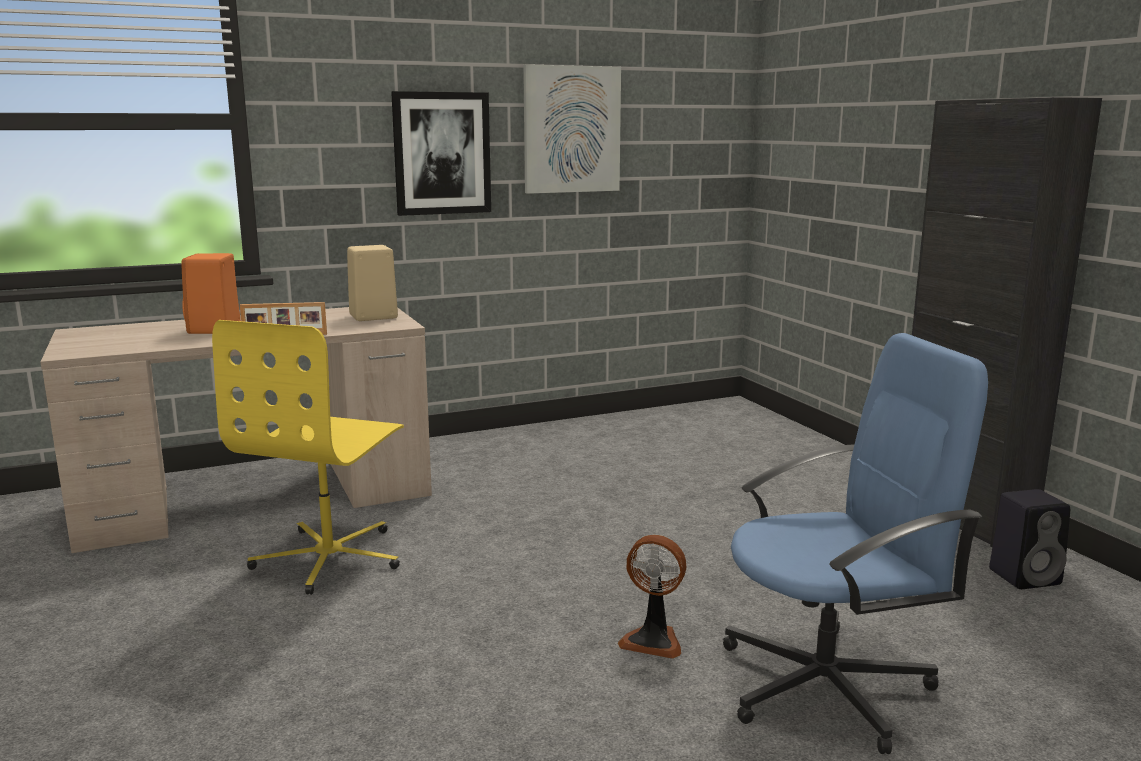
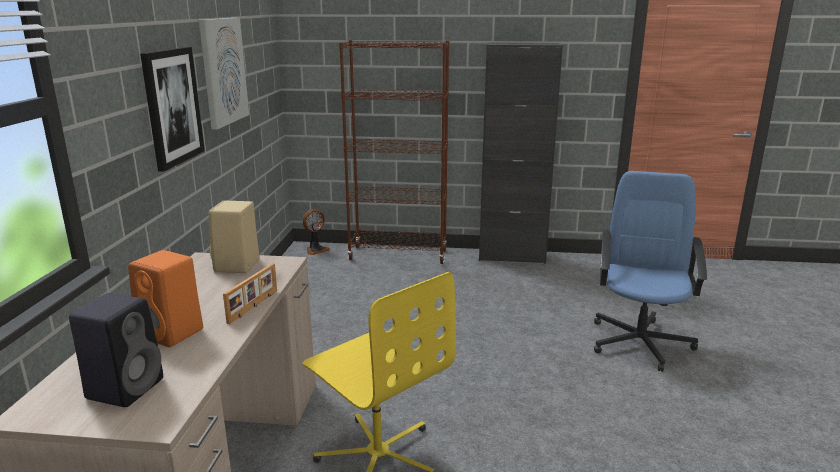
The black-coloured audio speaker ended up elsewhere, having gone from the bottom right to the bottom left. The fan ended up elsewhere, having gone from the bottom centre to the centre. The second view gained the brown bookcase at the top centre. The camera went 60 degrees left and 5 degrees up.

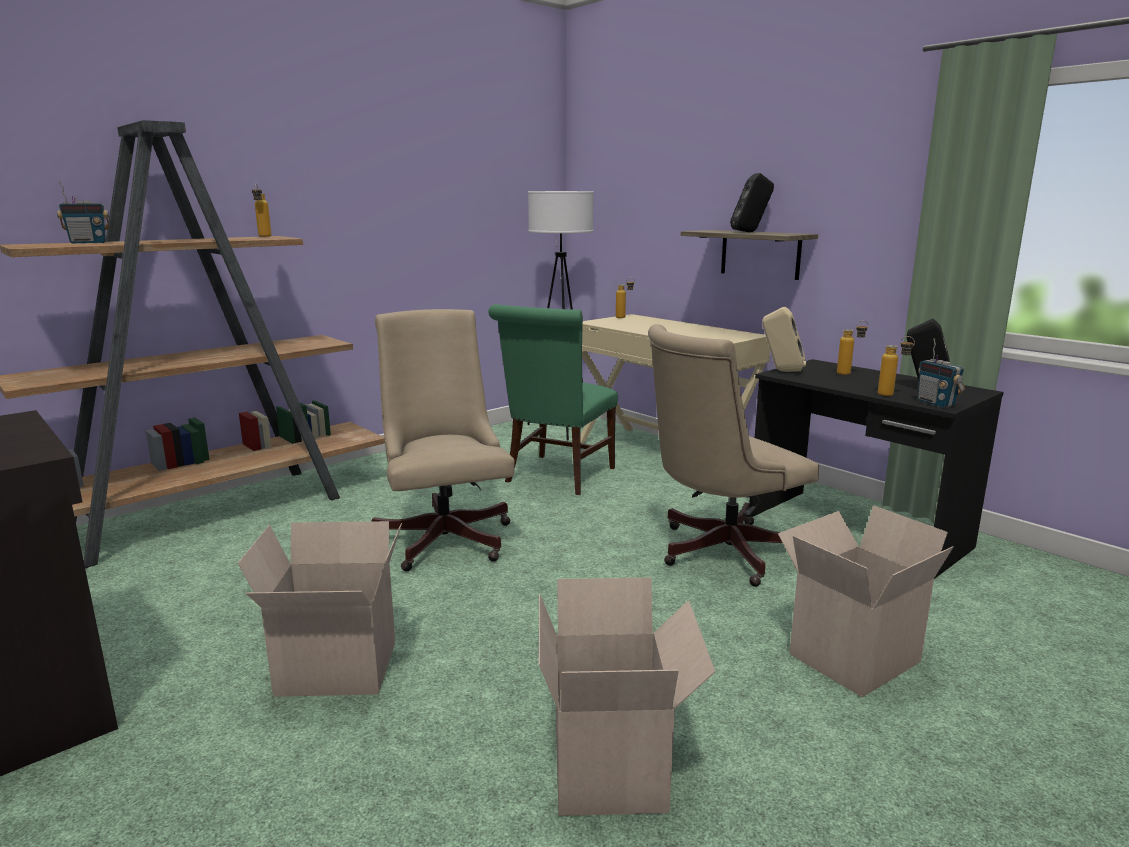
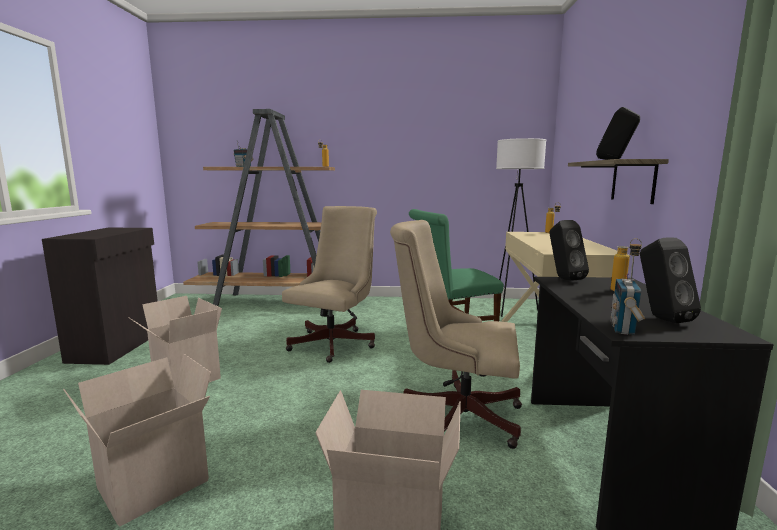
What was the beige-coloured audio speaker at the middle right turned into the black-coloured audio speaker (1st from left) at the middle right. The second view lost the beverage bottle (4th from left) at the middle right. The camera went 45 degrees right and 5 degrees down.

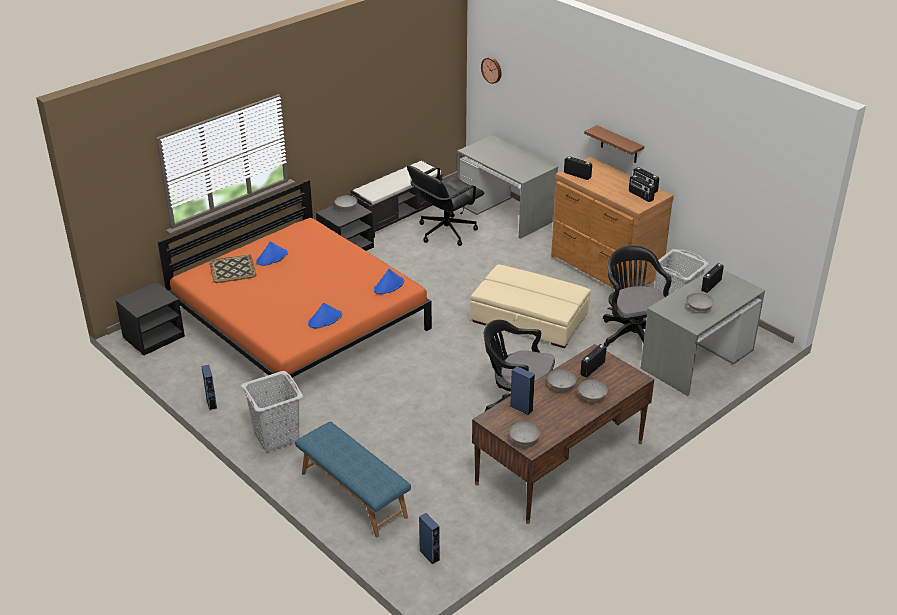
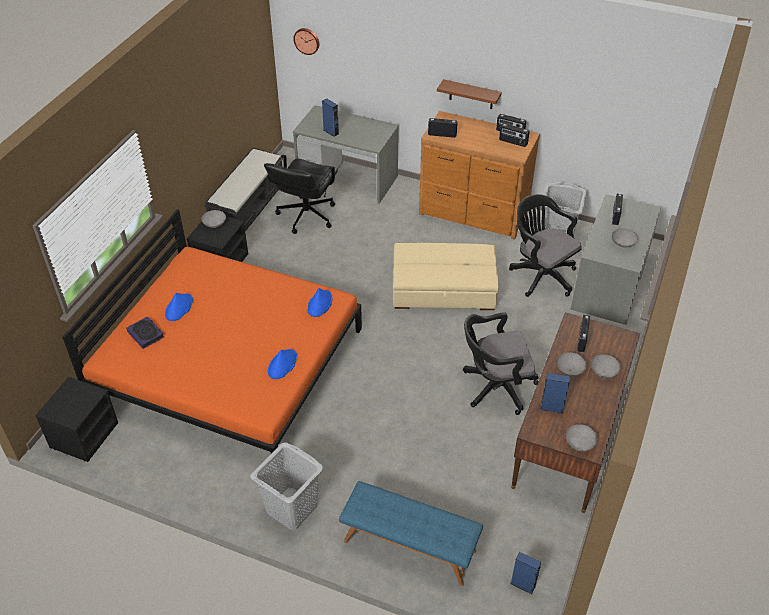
Where the tray stood at the middle left, the bound book came to stand at the middle left. The bluish audio speaker (1st from left) ended up elsewhere, having gone from the middle left to the top centre. The camera went 25 degrees left and 10 degrees up.

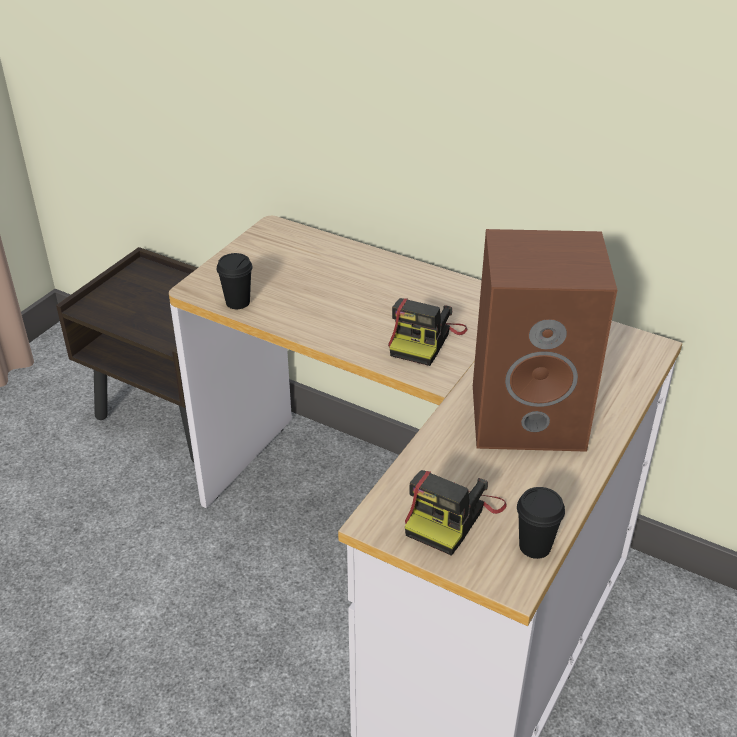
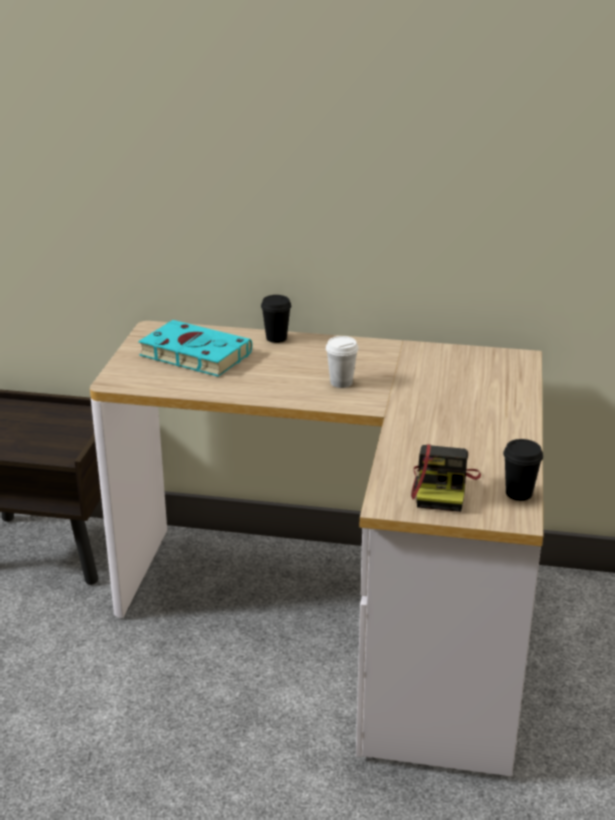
The second view lost the brown audio speaker at the middle right. The black-coloured cup (1st from left) ended up elsewhere, having gone from the middle left to the centre. Where the photo camera (1st from left) stood at the centre, the white cup came to stand at the centre. The second view gained the turquoise bound book at the middle left. The camera went 20 degrees left and 10 degrees down.

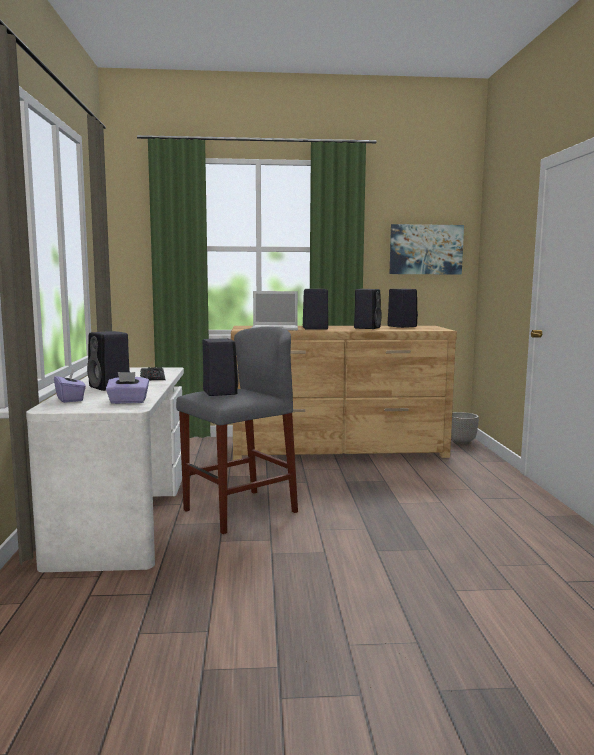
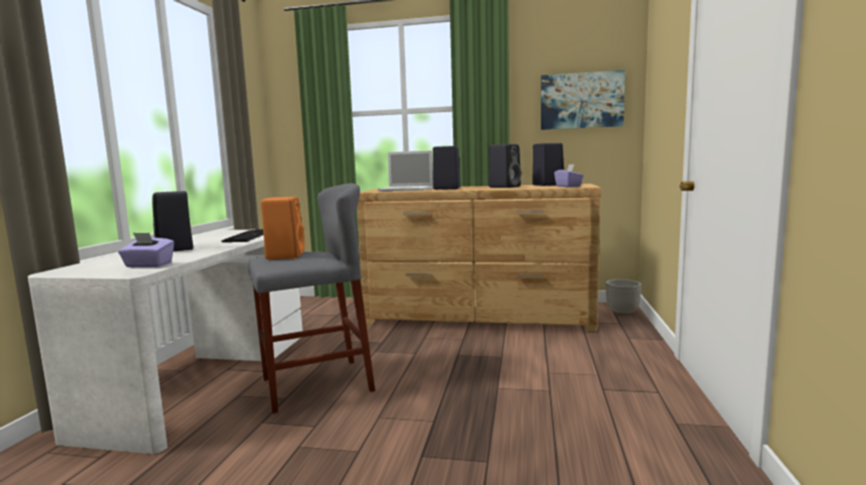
What was the black-coloured audio speaker (2nd from left) at the centre turned into the orangey audio speaker at the middle left. The purple box of tissues (1st from left in the first image) ended up elsewhere, having gone from the middle left to the centre. The camera went 15 degrees right and 0 degrees up.

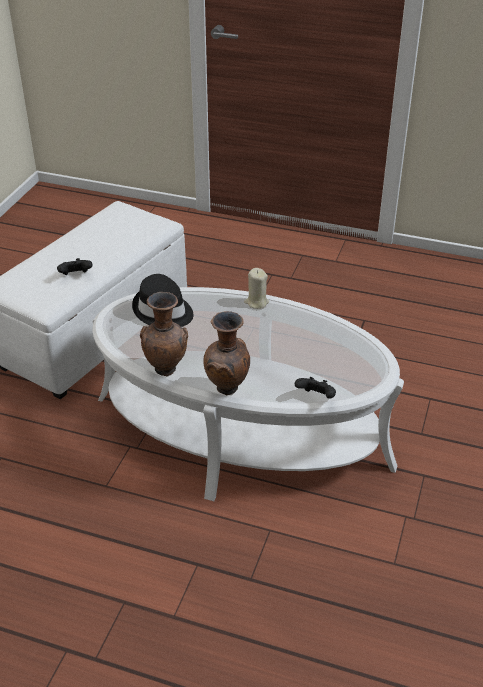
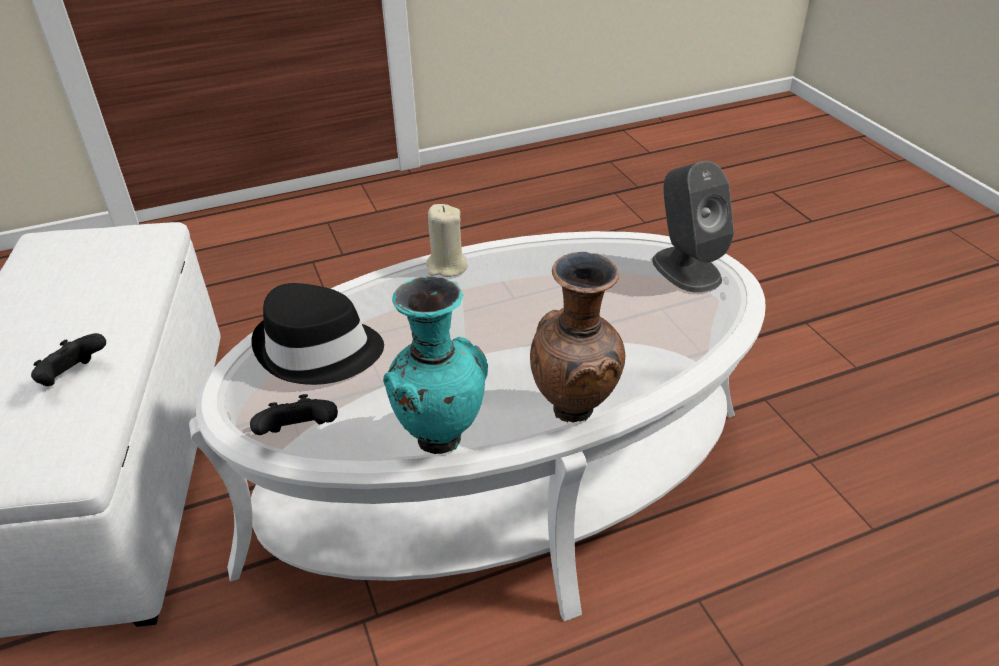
What was the brown decorative vase (1st from left) at the centre turned into the turquoise decorative vase at the centre. The black-coloured game controller (2nd from left) ended up elsewhere, having gone from the centre to the middle left. The second view gained the grey audio speaker at the middle right. The camera went 40 degrees left and 0 degrees up.

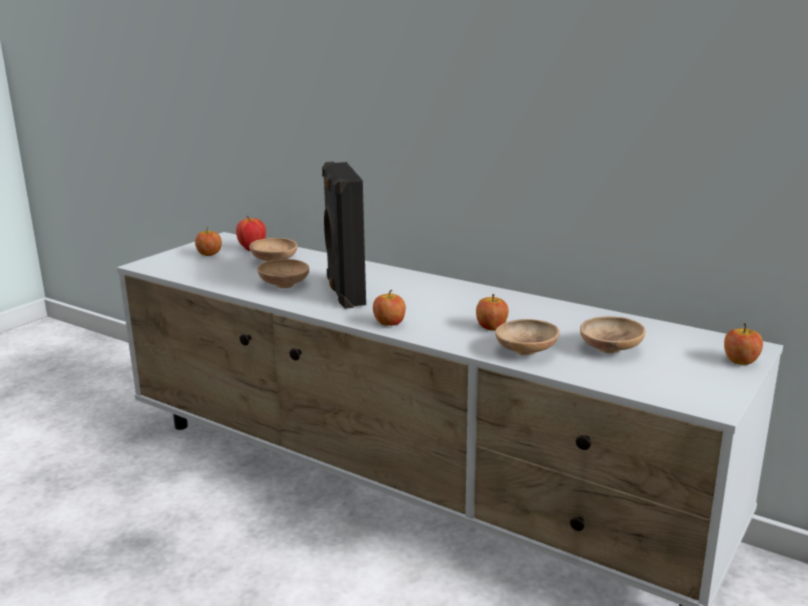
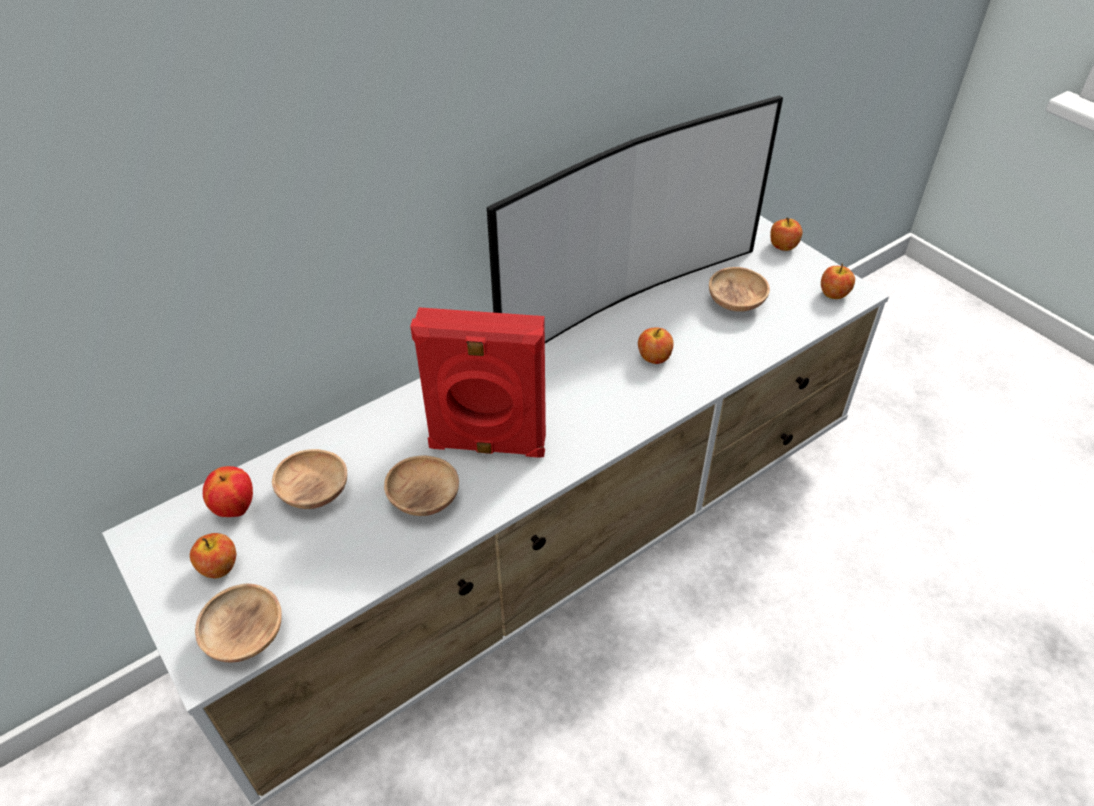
What was the black-coloured audio speaker at the centre turned into the reddish audio speaker at the centre. The apple (3rd from left in the first image) ended up elsewhere, having gone from the centre to the middle right. The brown serving bowl (3rd from left in the first image) ended up elsewhere, having gone from the centre to the bottom left. The second view gained the TV set at the top centre. The camera went 70 degrees left and 25 degrees up.

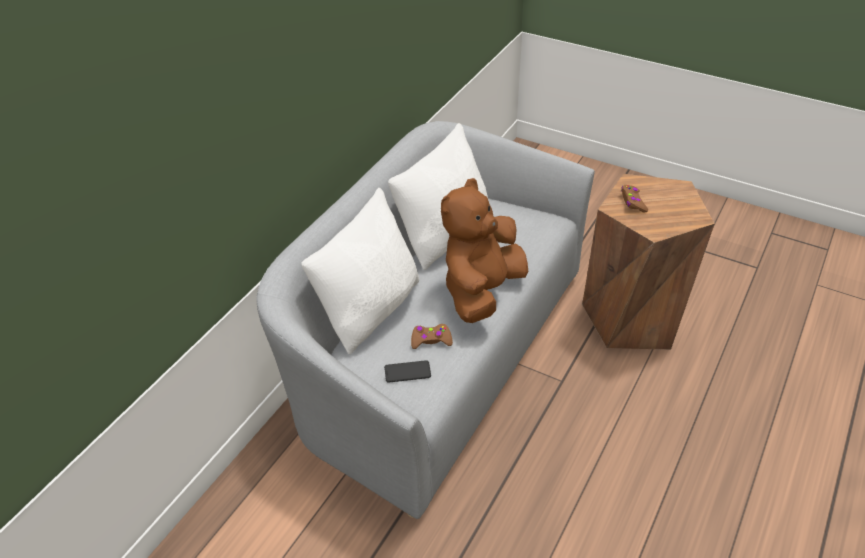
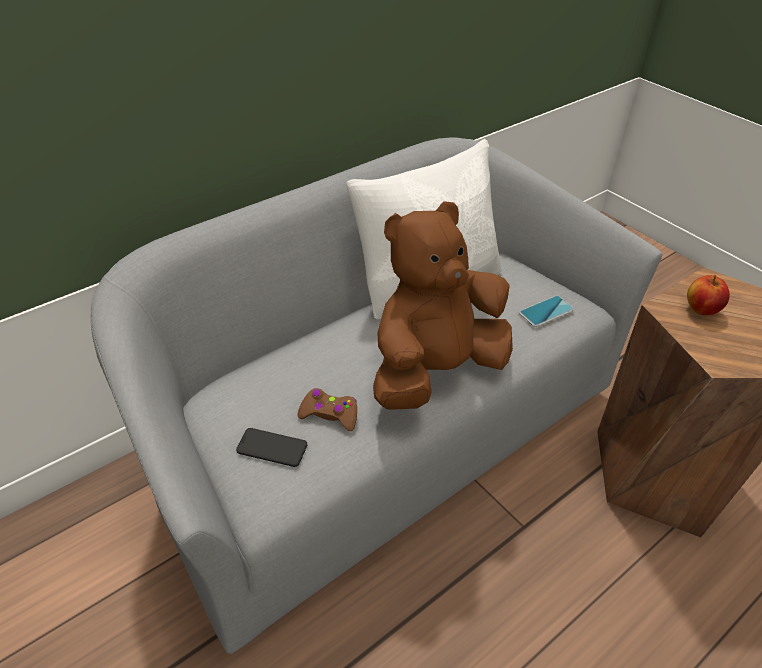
Where the brown game controller (2nd from left) stood at the middle right, the apple came to stand at the middle right. The second view lost the white pillow (1st from left) at the centre. The second view gained the handset (2nd from left) at the middle right. The camera went 20 degrees right and 0 degrees up.

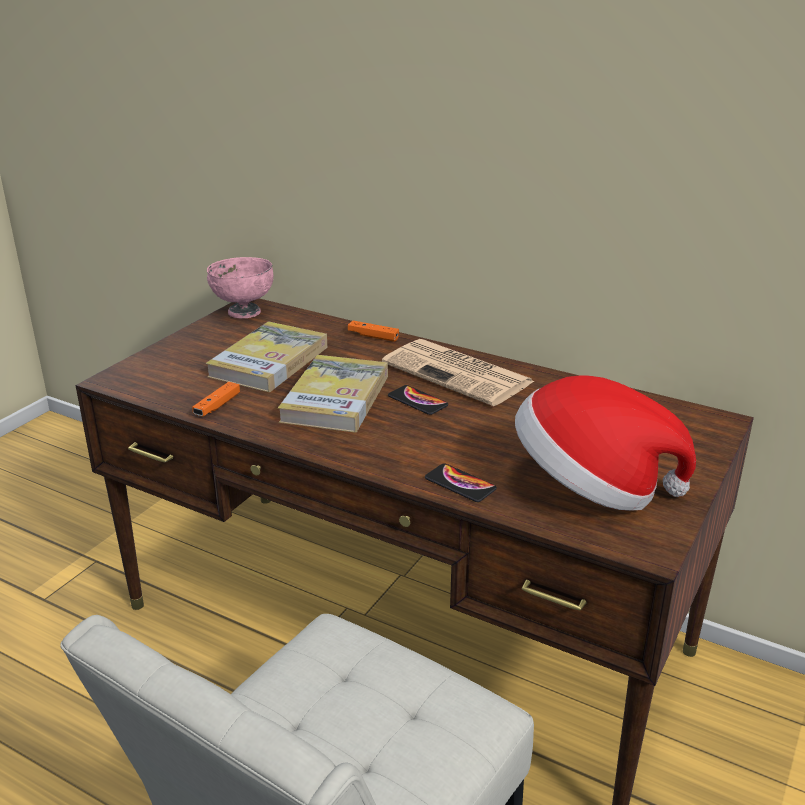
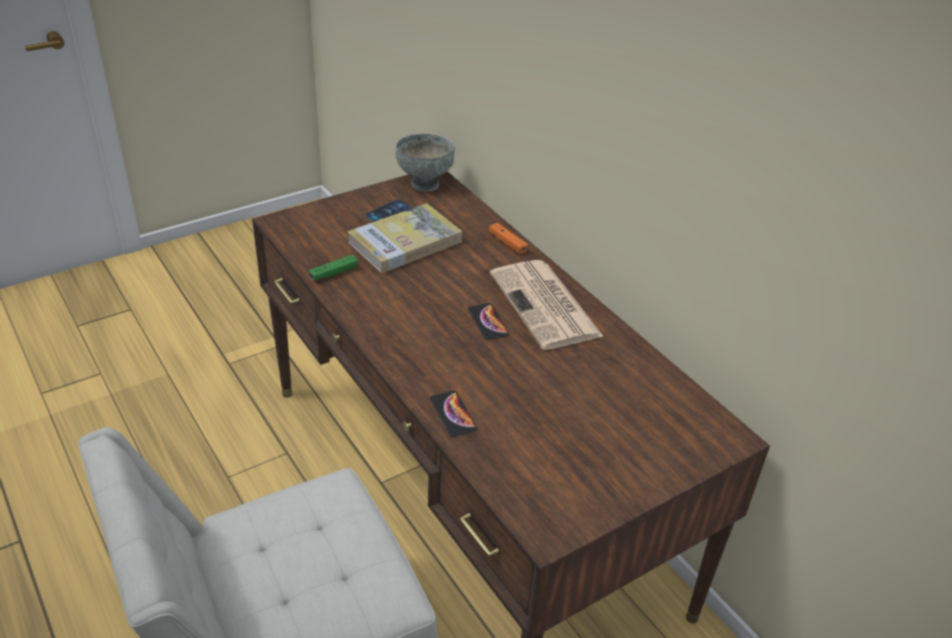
What was the pink serving bowl at the middle left turned into the grey serving bowl at the top centre. The second view lost the bound book (2nd from left) at the centre. The second view lost the hat at the middle right. What was the orangey game controller (1st from left) at the middle left turned into the greenish game controller at the centre. The second view gained the handset (1st from left) at the top centre. The camera went 25 degrees right and 10 degrees up.

